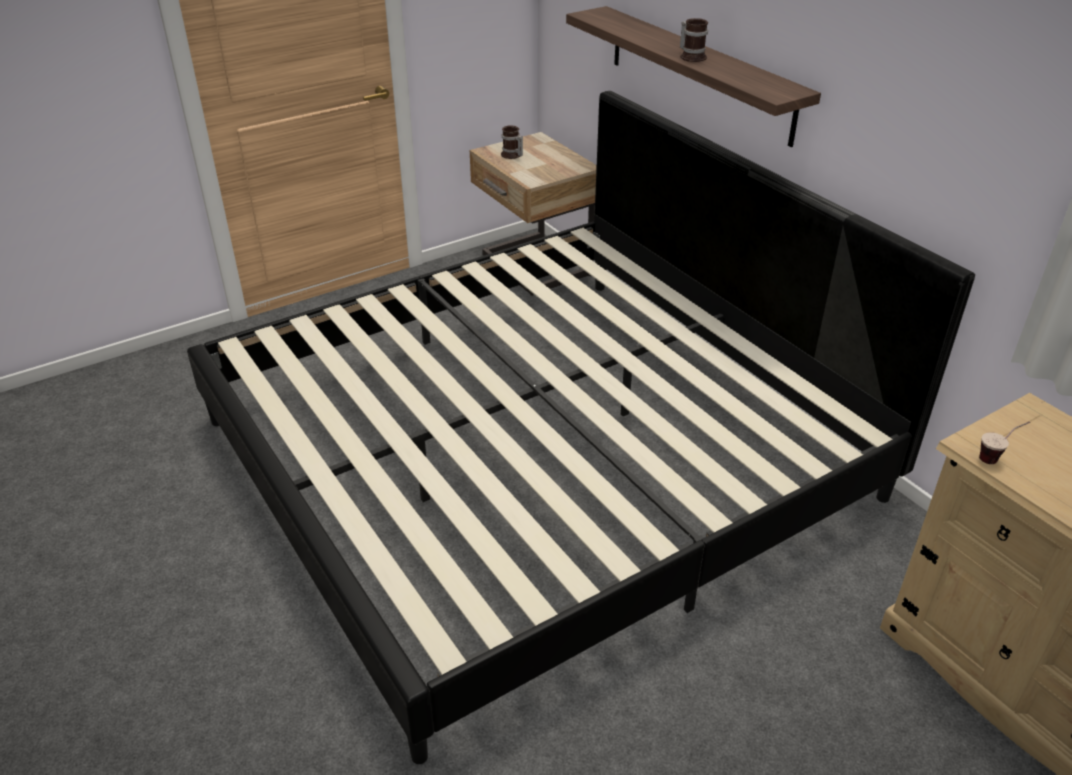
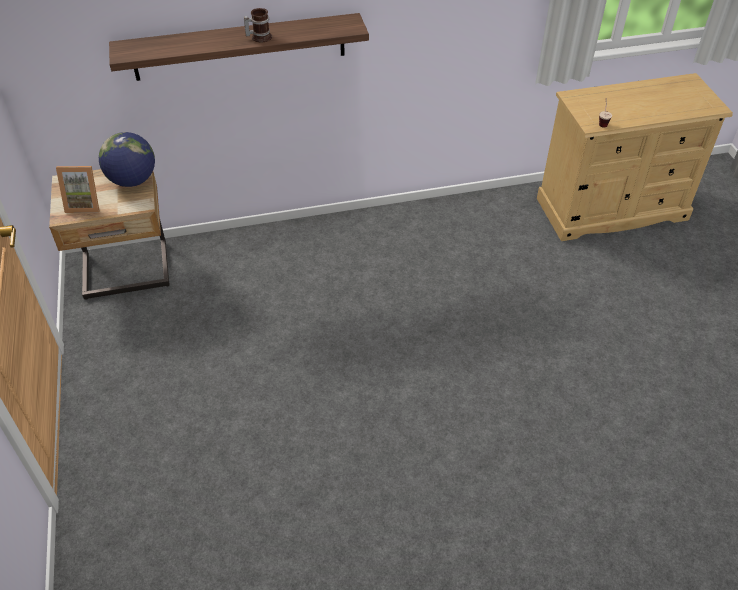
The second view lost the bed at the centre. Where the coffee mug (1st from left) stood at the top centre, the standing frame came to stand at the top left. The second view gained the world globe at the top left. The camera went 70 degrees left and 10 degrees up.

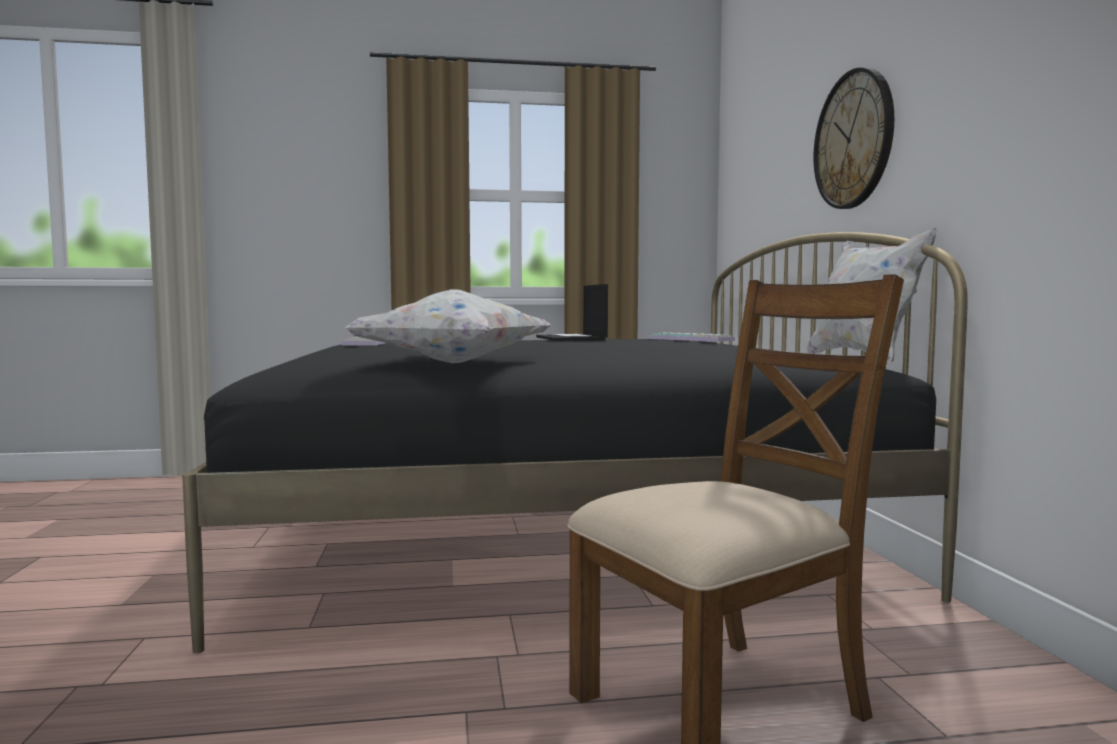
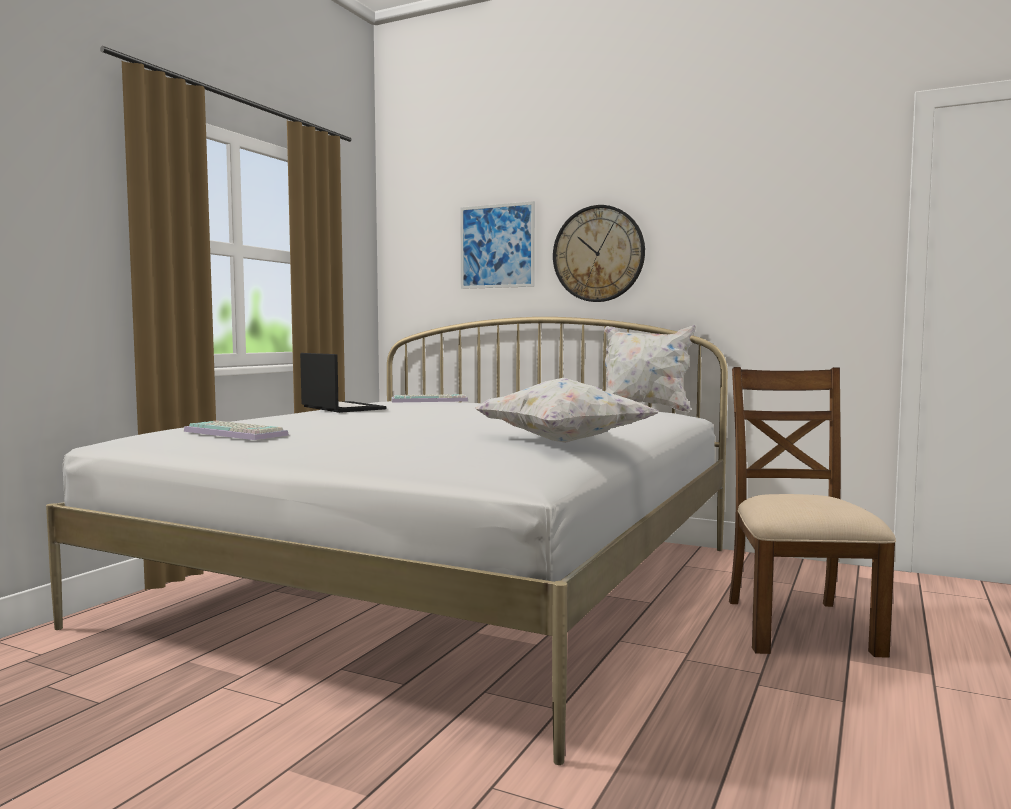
What was the black-coloured bed at the centre turned into the white bed at the bottom centre. The portable computer at the centre ended up facing another way, 150 degrees counterclockwise from before. The second view gained the wall art at the top centre. The camera went 55 degrees left and 0 degrees up.

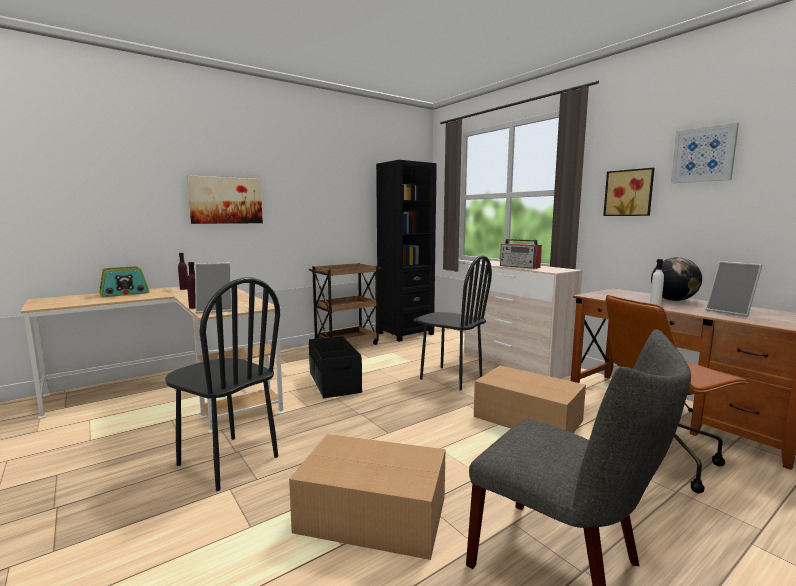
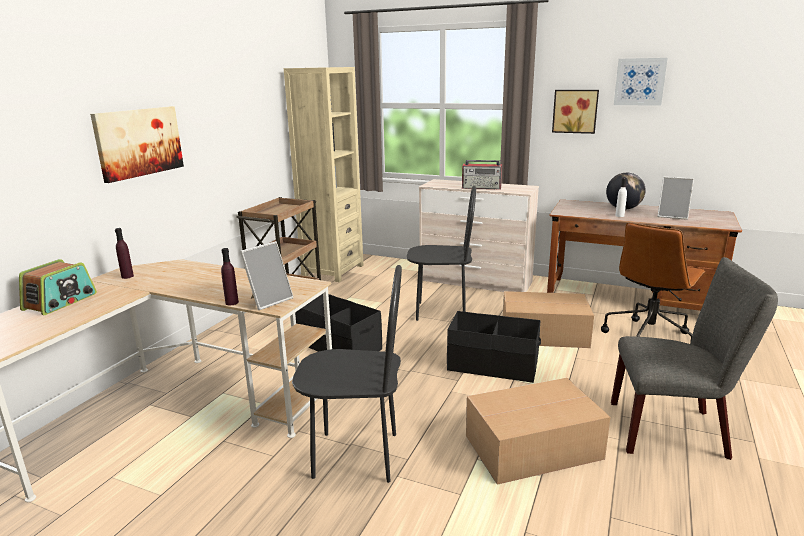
What was the black-coloured bookcase at the centre turned into the beige-coloured bookcase at the top centre. The second view gained the black-coloured storage bin (2nd from left) at the centre. The camera went 30 degrees left and 10 degrees up.

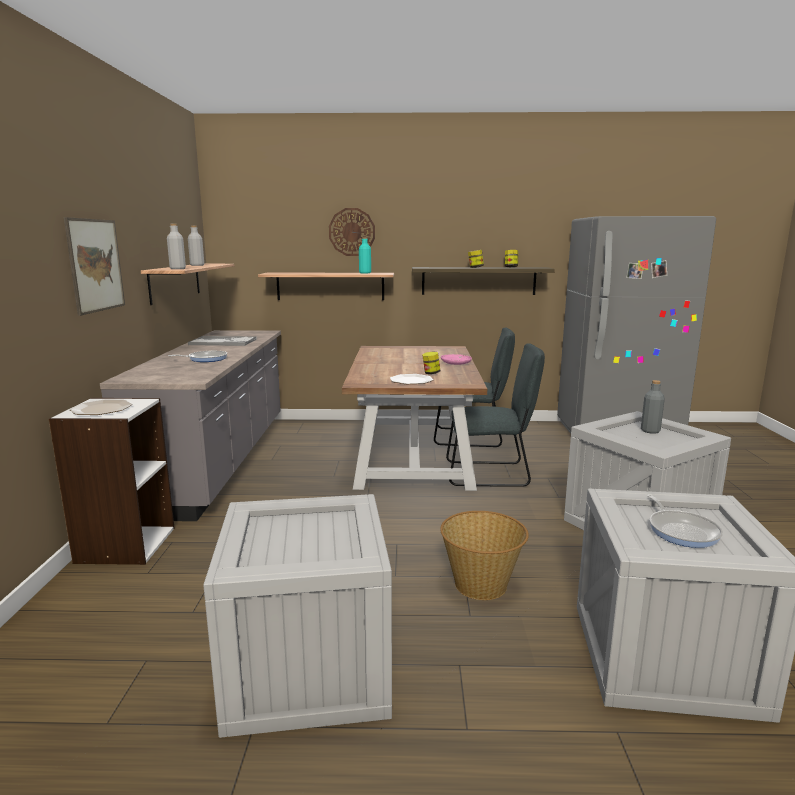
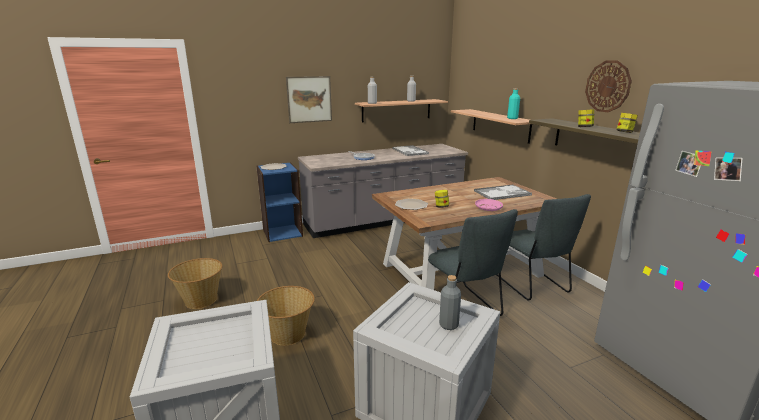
The wall clock ended up elsewhere, having gone from the top centre to the top right. What was the white bookcase at the middle left turned into the bluish bookcase at the centre. Where the shipping crate (1st from left) stood at the bottom centre, the storage basket (1st from left) came to stand at the bottom left. The second view lost the frying pan (2nd from left) at the middle right. The second view gained the tray (2nd from left) at the centre. The camera went 65 degrees right and 5 degrees up.

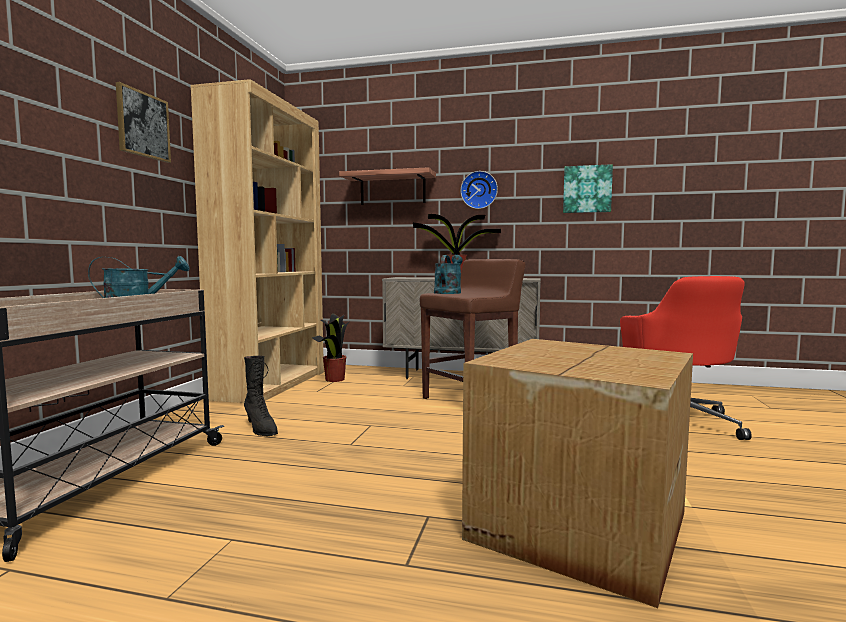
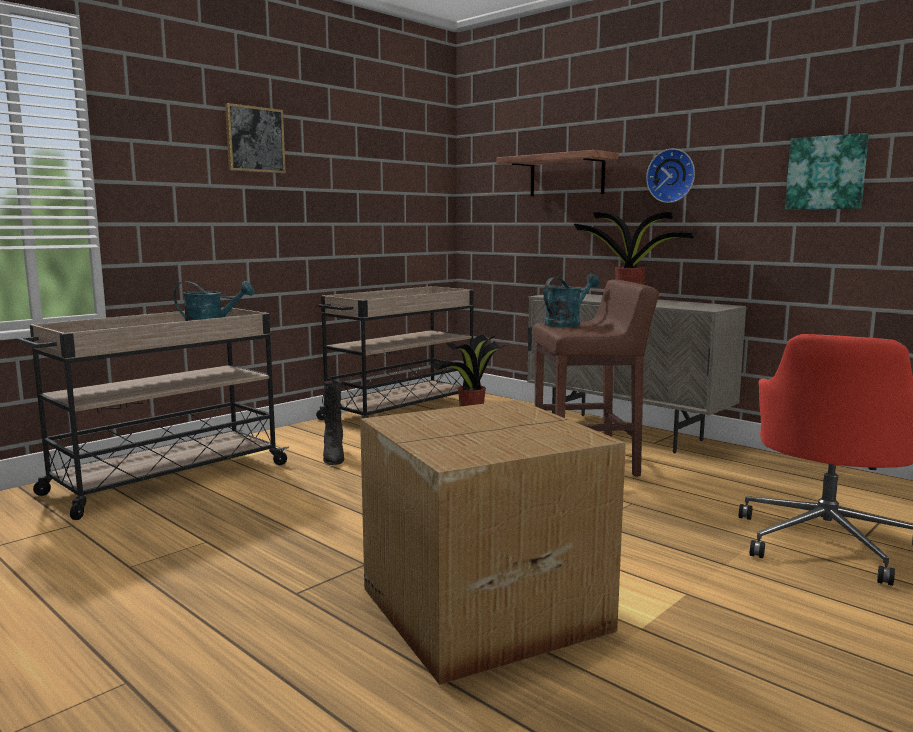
Where the brown bookcase stood at the middle left, the beige-coloured trolley (2nd from left) came to stand at the centre. The camera went 30 degrees right and 5 degrees up.

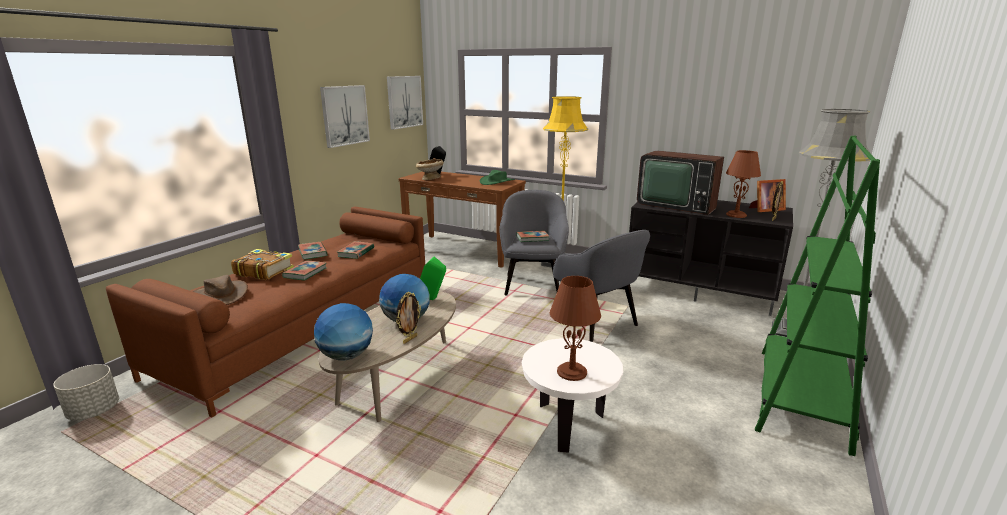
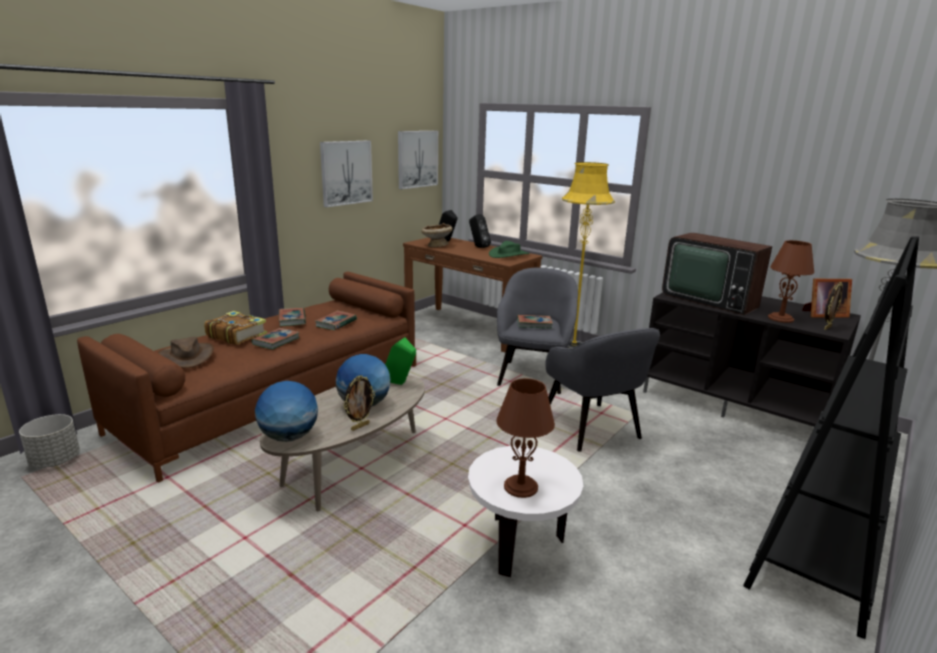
What was the greenish bookcase at the middle right turned into the black-coloured bookcase at the bottom right. The second view gained the black-coloured audio speaker (2nd from left) at the centre. The camera went 10 degrees right and 0 degrees up.

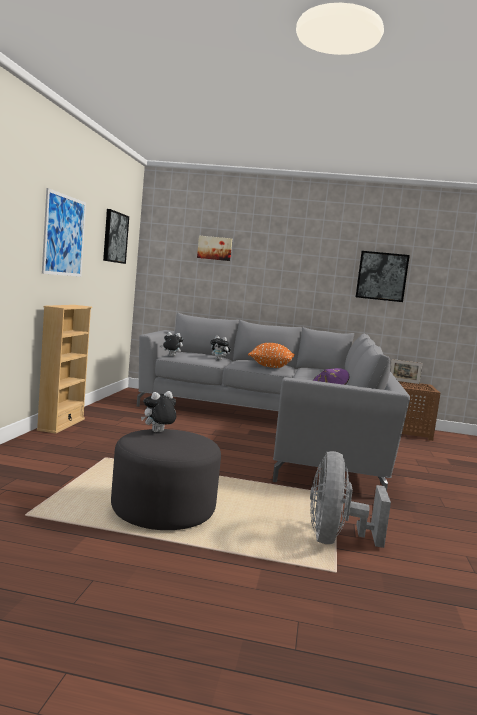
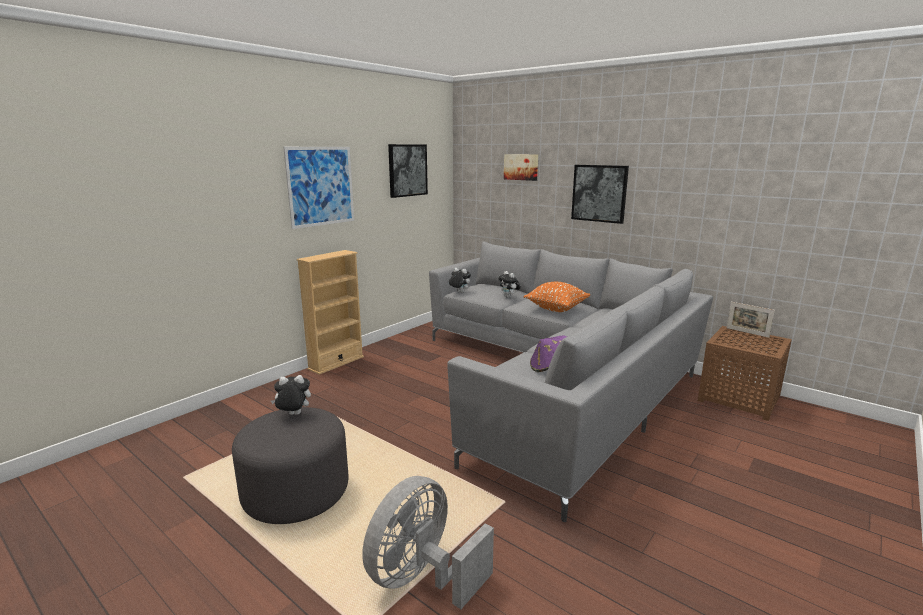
The wall art (4th from left) ended up elsewhere, having gone from the middle right to the top centre. The camera went 30 degrees right and 10 degrees up.

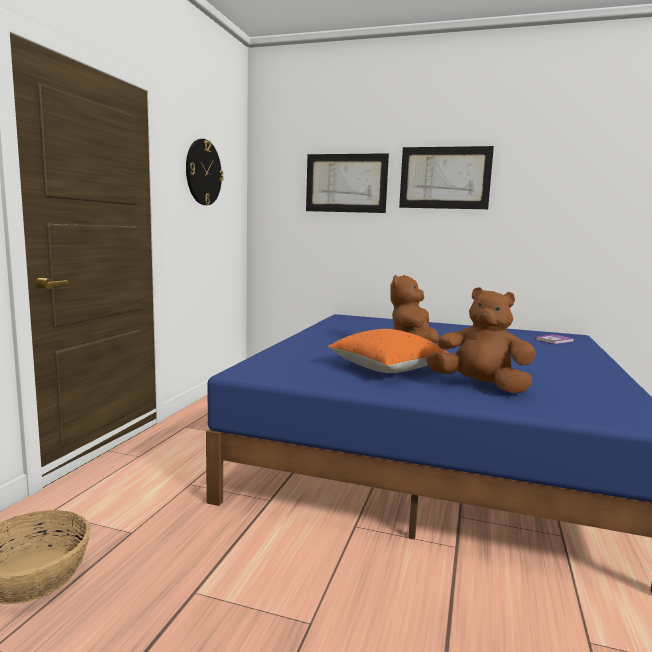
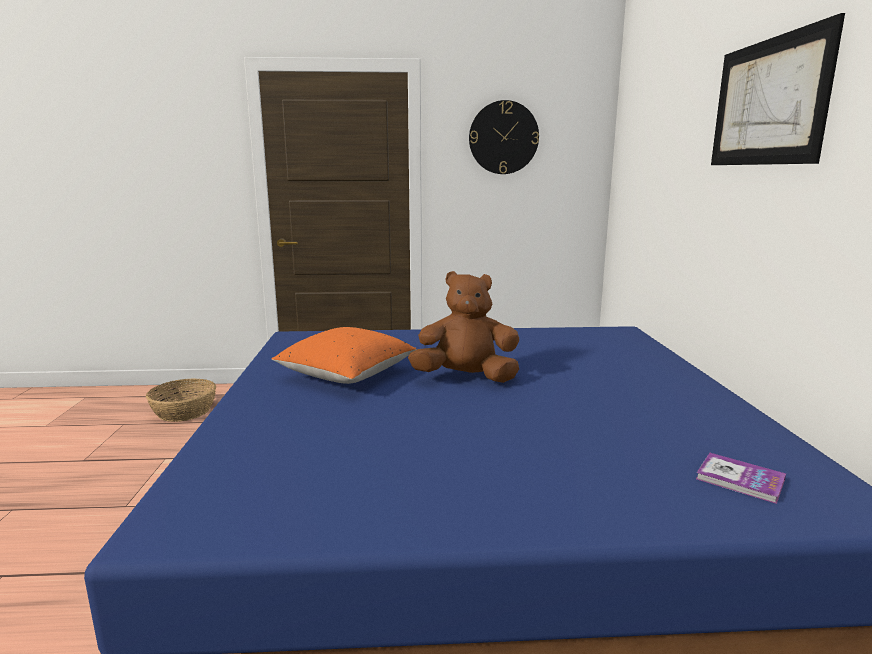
The second view lost the wall art (1st from left) at the top centre. The second view lost the brown soft toy (2nd from left) at the middle right. The camera went 70 degrees right and 5 degrees up.

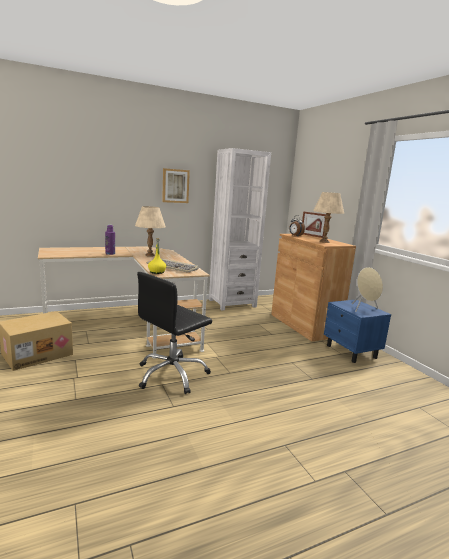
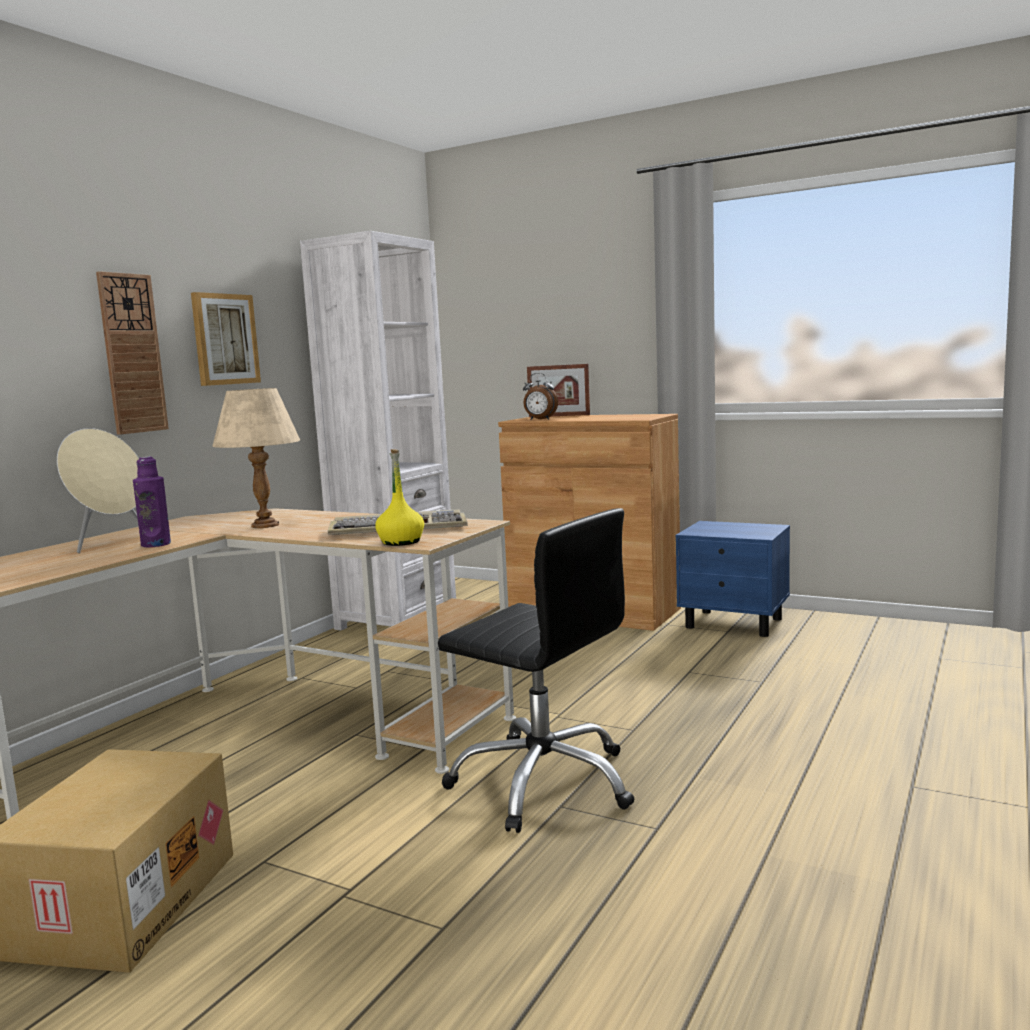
The second view lost the beige-coloured table lamp (2nd from left) at the middle right. The beige-coloured audio speaker ended up elsewhere, having gone from the middle right to the middle left. The black-coloured desk chair at the centre ended up facing another way, 60 degrees counterclockwise from before. The second view gained the wall clock at the middle left. The camera went 35 degrees left and 5 degrees down.

